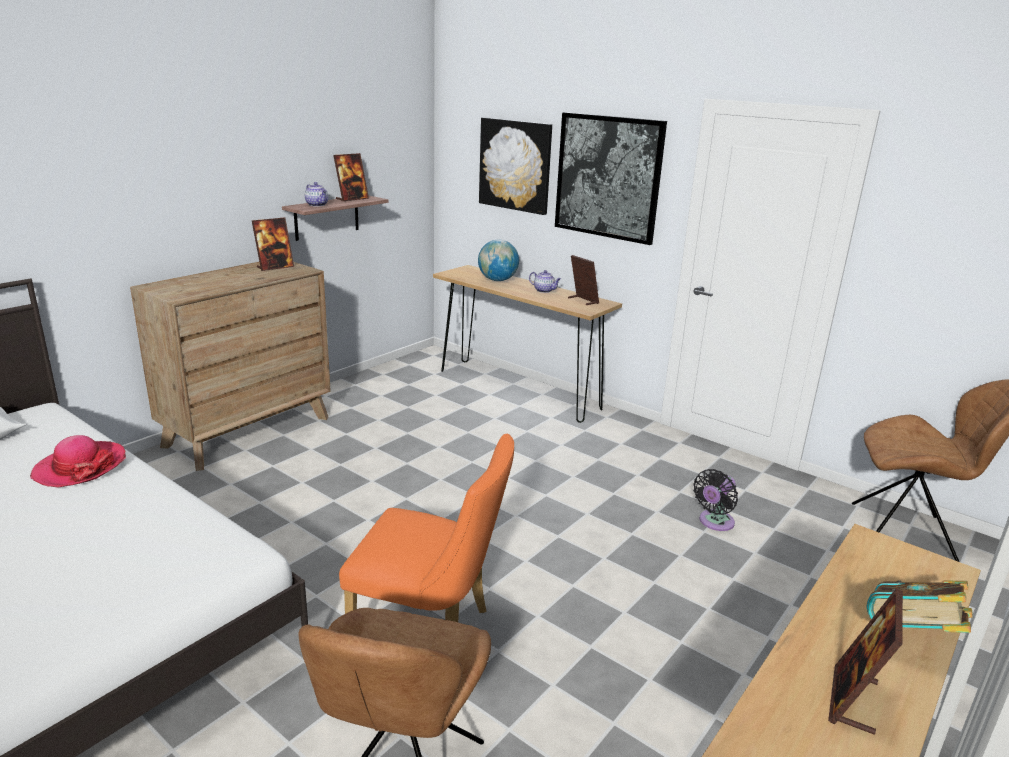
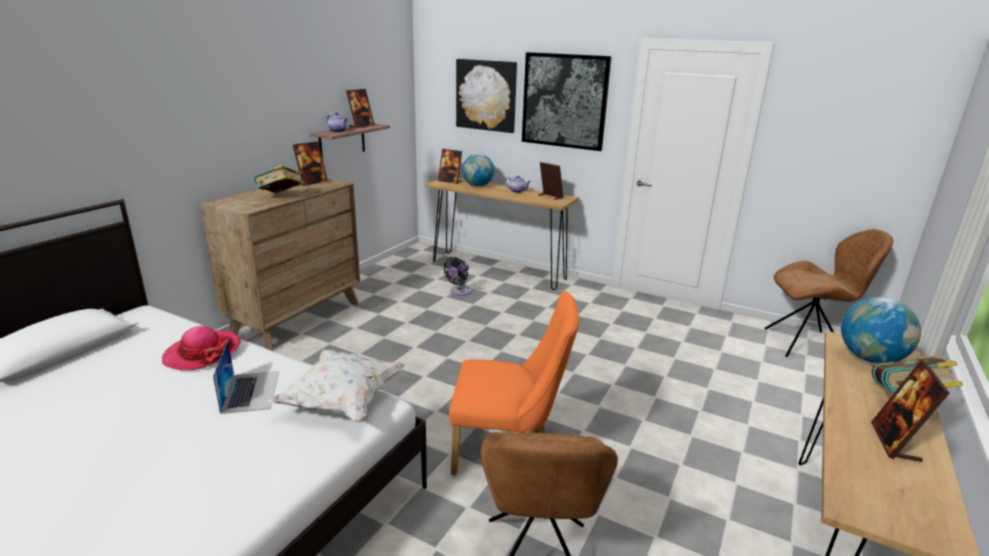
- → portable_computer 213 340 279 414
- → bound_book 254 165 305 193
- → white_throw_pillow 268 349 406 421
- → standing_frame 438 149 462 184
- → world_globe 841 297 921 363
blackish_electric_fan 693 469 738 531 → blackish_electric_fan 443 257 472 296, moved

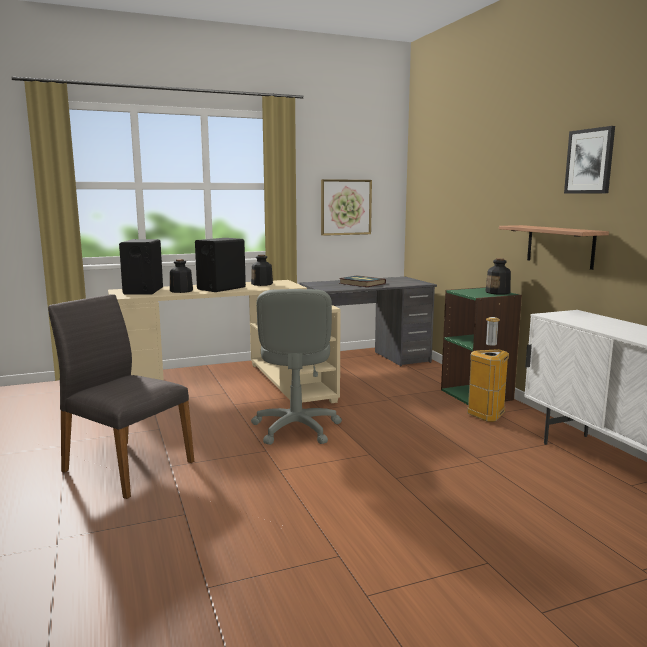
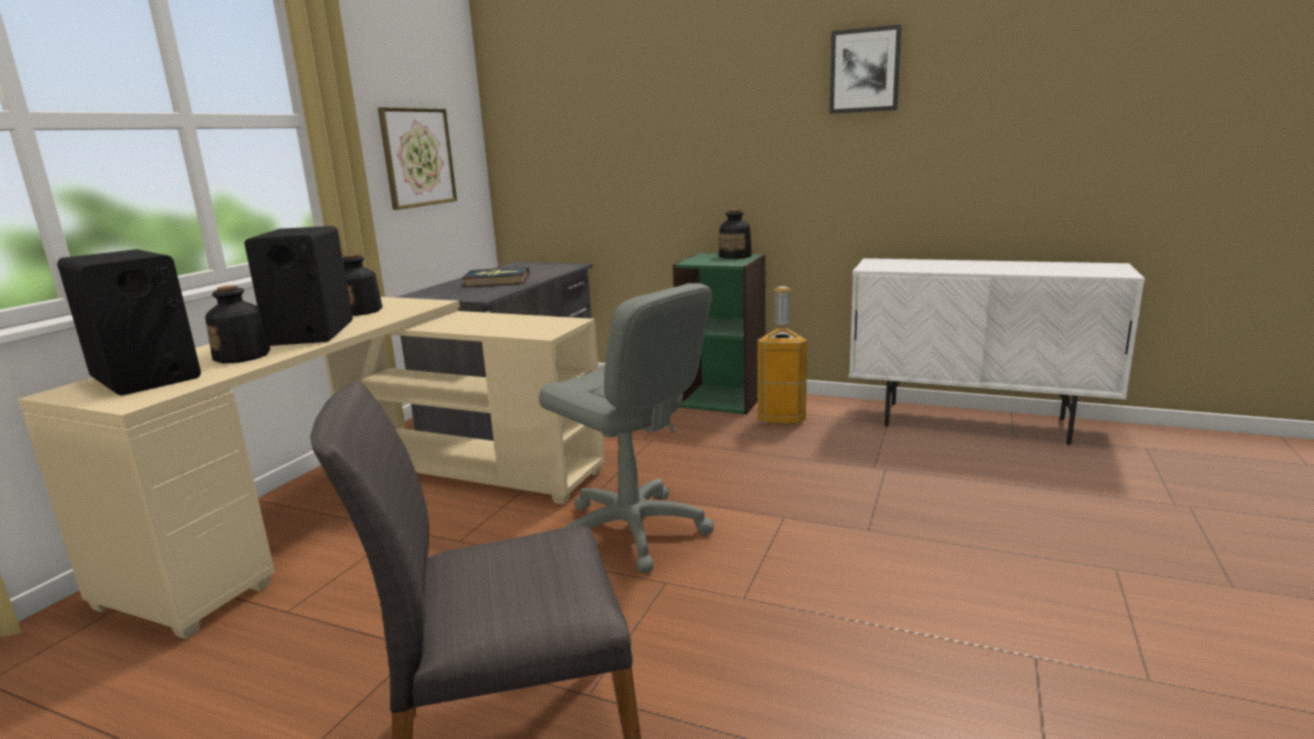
shelf 499 225 609 270 → -

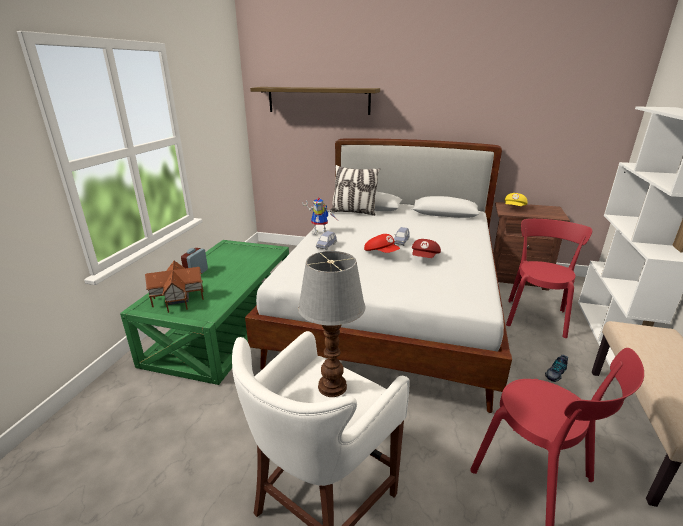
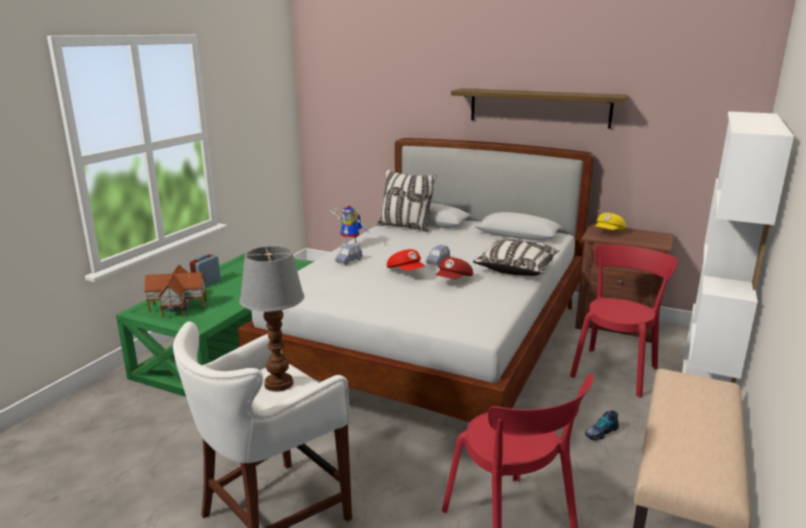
- → throw_pillow 473 239 560 276
shelf 250 87 380 115 → shelf 451 88 628 129, moved

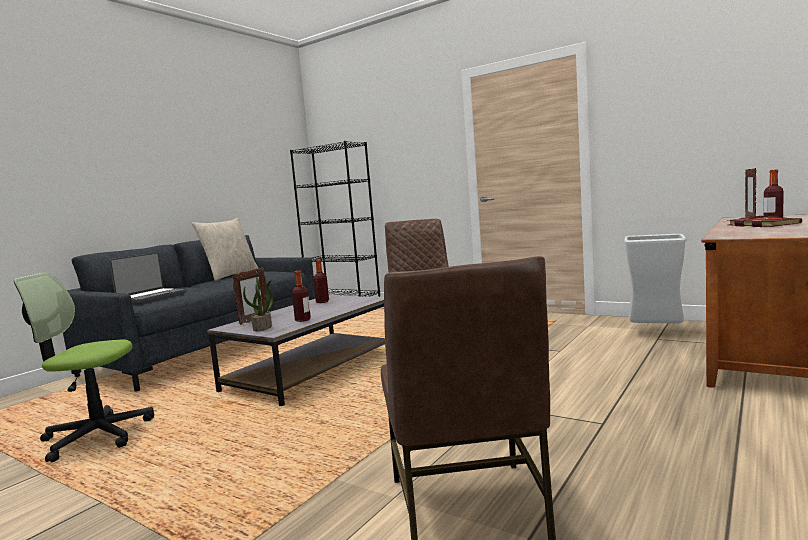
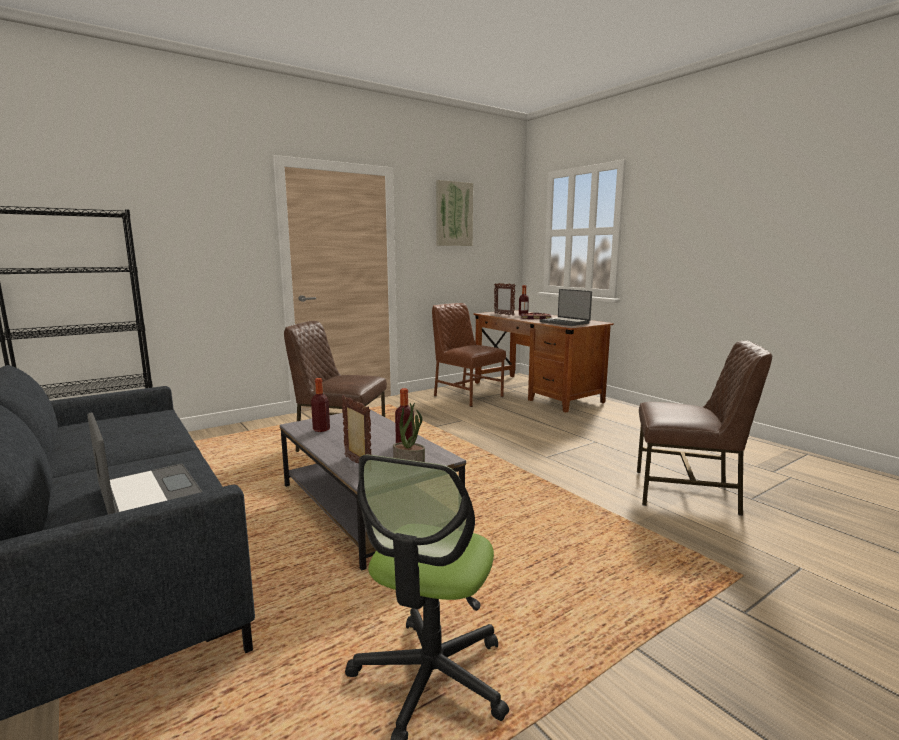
sand-coloured_throw_pillow 192 218 259 281 → -
- → wall_art 436 180 473 246
- → portable_computer 540 289 592 326
grey_trash_can 624 234 687 324 → brown_chair 432 303 506 407

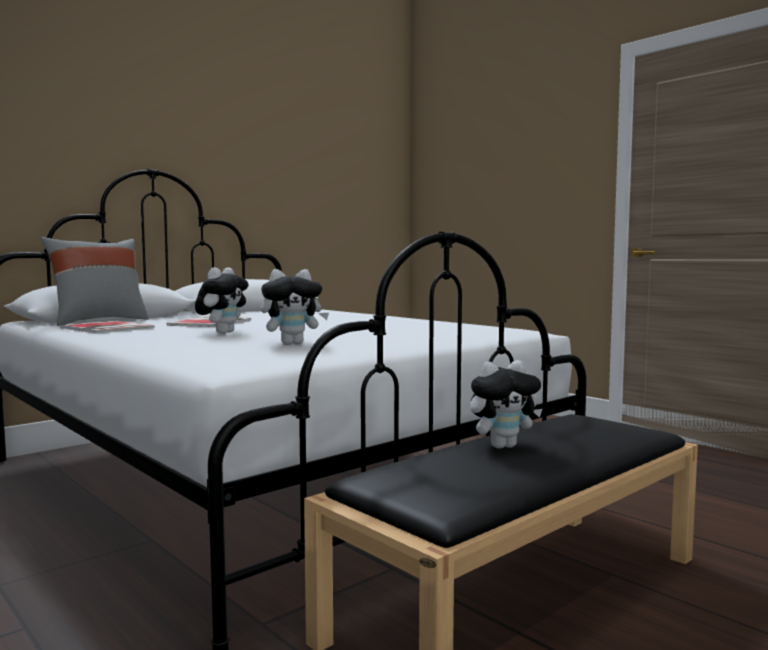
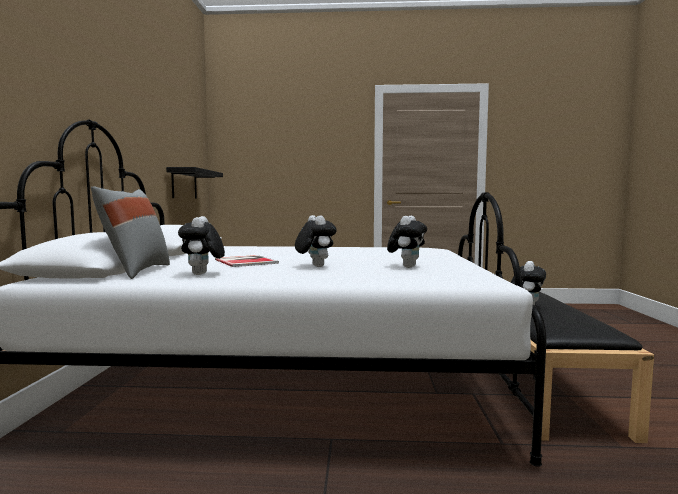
- → blackish_shelf 166 167 223 199
bound_book 60 321 155 333 → cuddly_toy 178 216 225 275

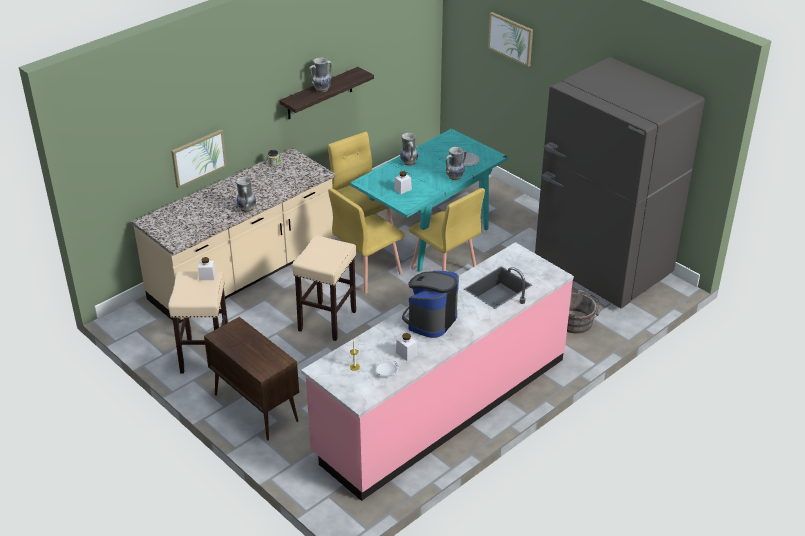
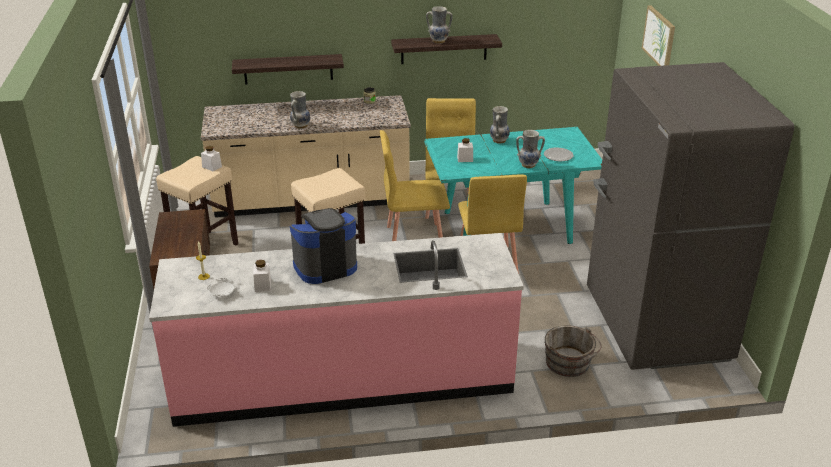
wall_art 171 130 227 188 → shelf 232 54 344 84

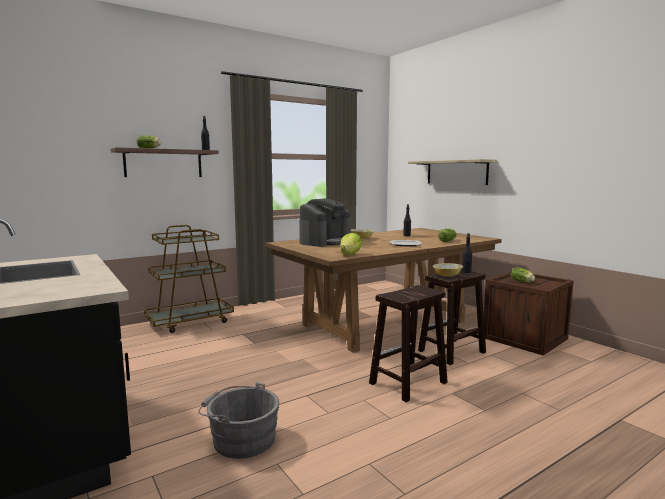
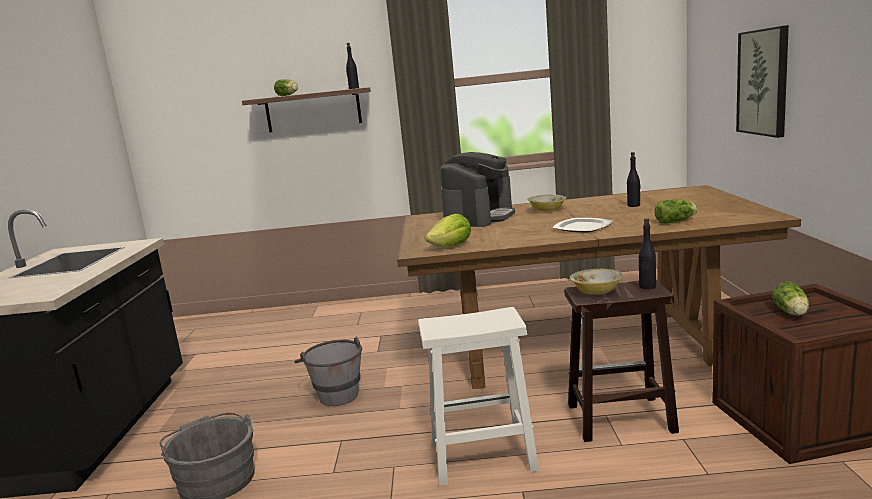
brown_wheeled_cart 144 225 234 333 → -
- → grey_pail 294 336 362 406
shelf 408 159 497 185 → wall_art 736 25 789 138
brown_sitting_stool 369 285 448 402 → white_sitting_stool 418 307 539 486
coffee_machine 299 198 351 247 → coffee_machine 440 152 515 227, 45 degrees counterclockwise

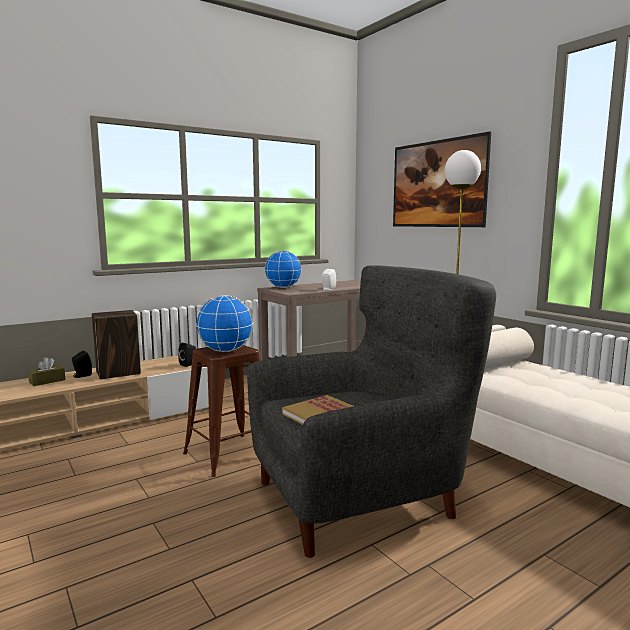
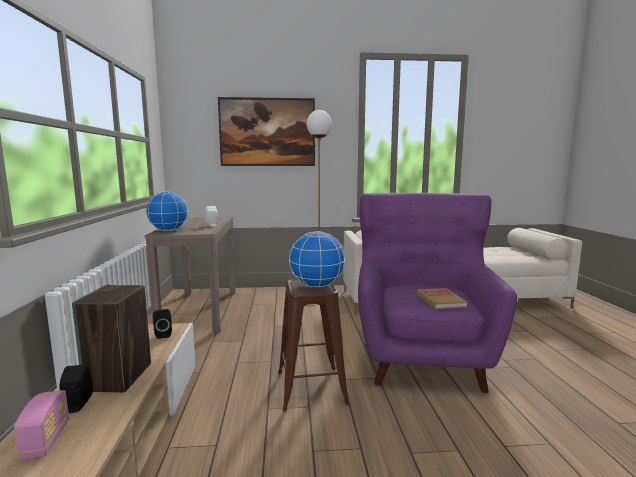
brown_tissue_box 28 357 65 386 → radio_receiver 14 390 69 460
grey_easy_chair 247 265 496 558 → purple-coloured_easy_chair 358 193 517 393

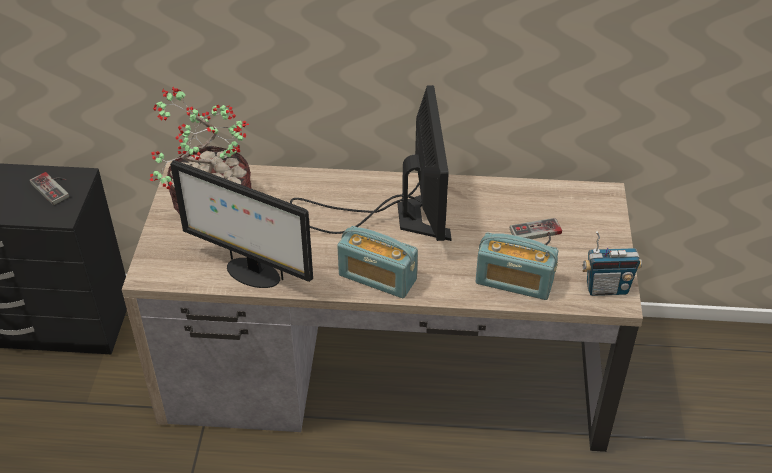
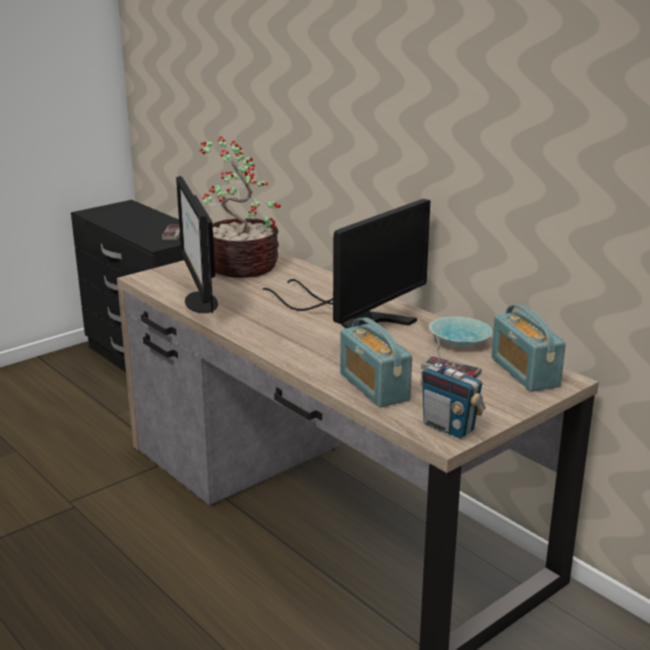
- → turquoise_deep_dish 429 317 492 347
radio_receiver 337 226 418 298 → radio_receiver 491 305 566 392, moved

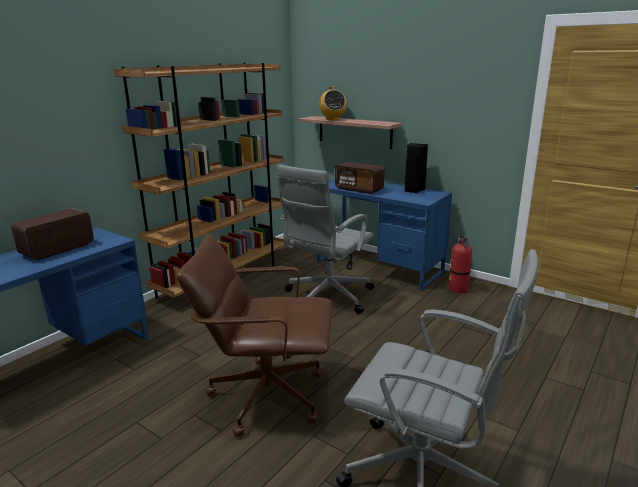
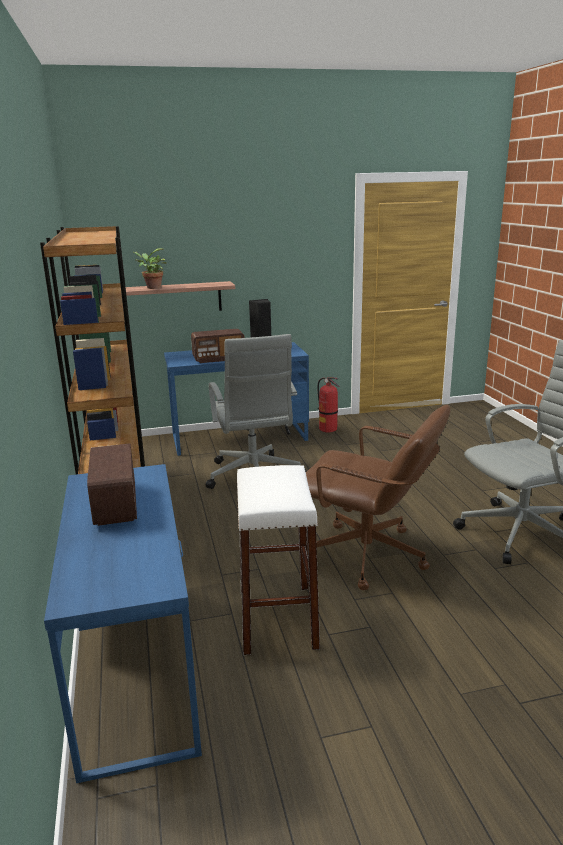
- → white_sitting_stool 236 465 320 655
radio_receiver 319 86 347 120 → plant_in_a_pot 133 248 167 289
brown_desk_chair 177 235 332 437 → brown_desk_chair 306 405 450 590, 105 degrees counterclockwise

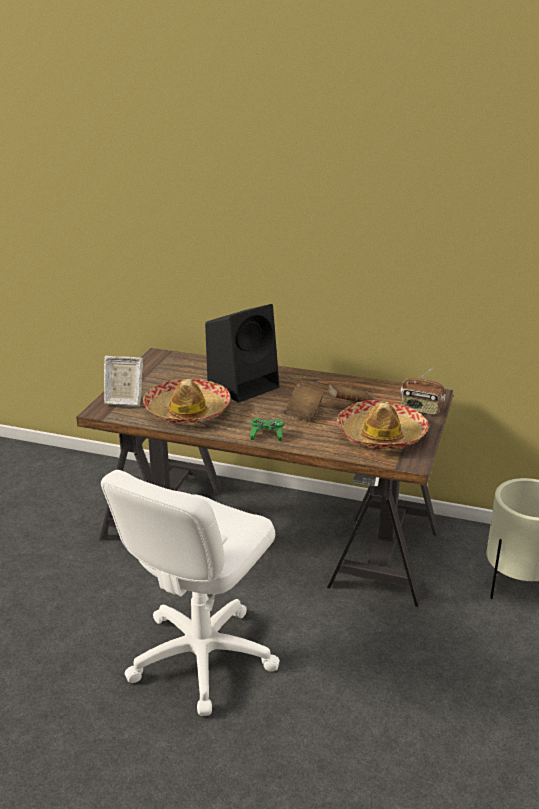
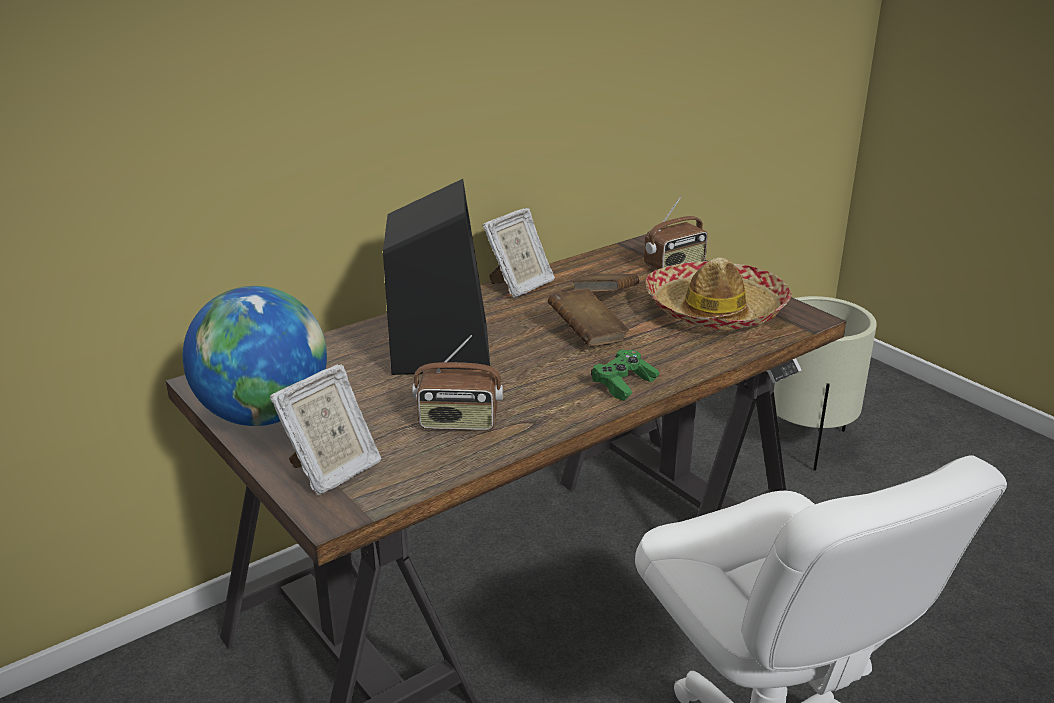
- → world_globe 183 286 327 426
- → standing_frame 482 208 555 298
wearable_hat 143 379 231 424 → radio_receiver 412 335 503 431

